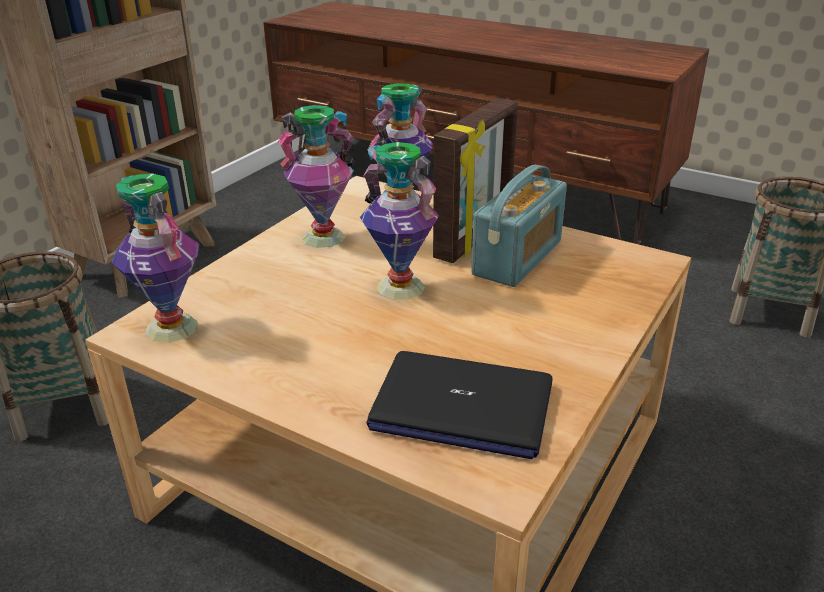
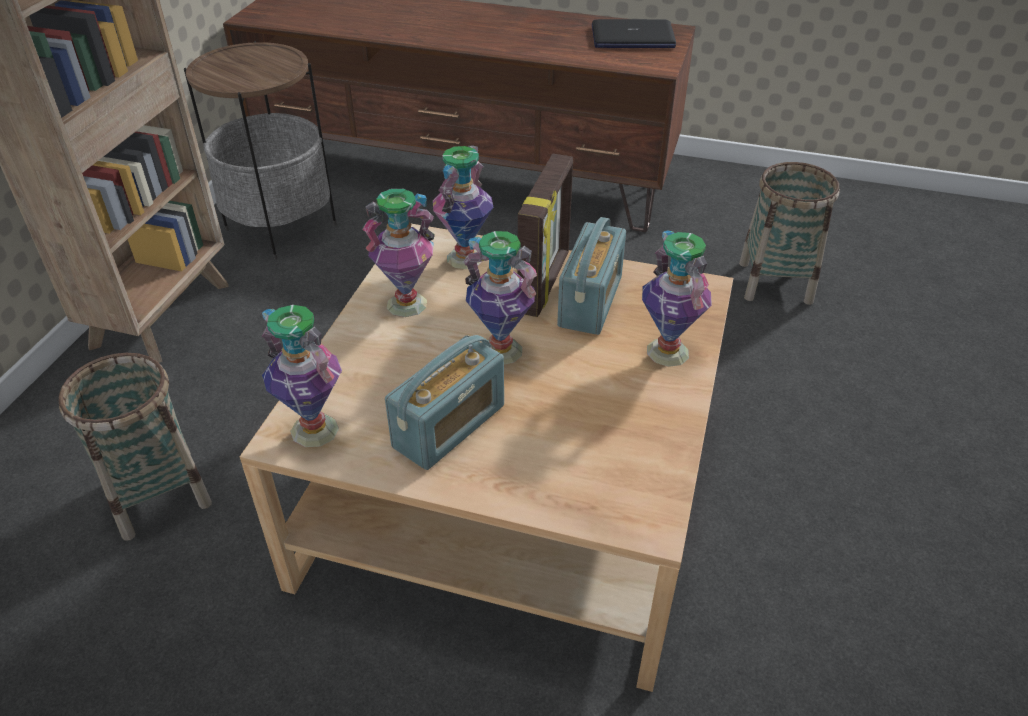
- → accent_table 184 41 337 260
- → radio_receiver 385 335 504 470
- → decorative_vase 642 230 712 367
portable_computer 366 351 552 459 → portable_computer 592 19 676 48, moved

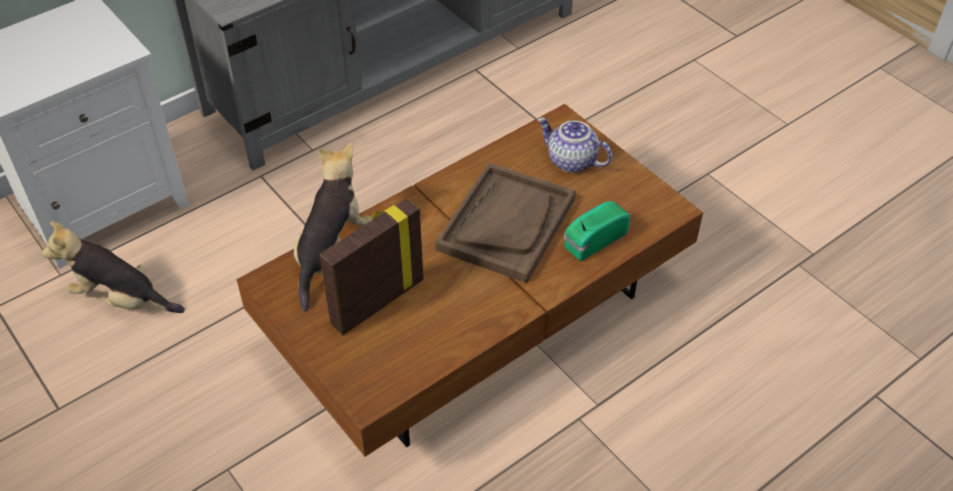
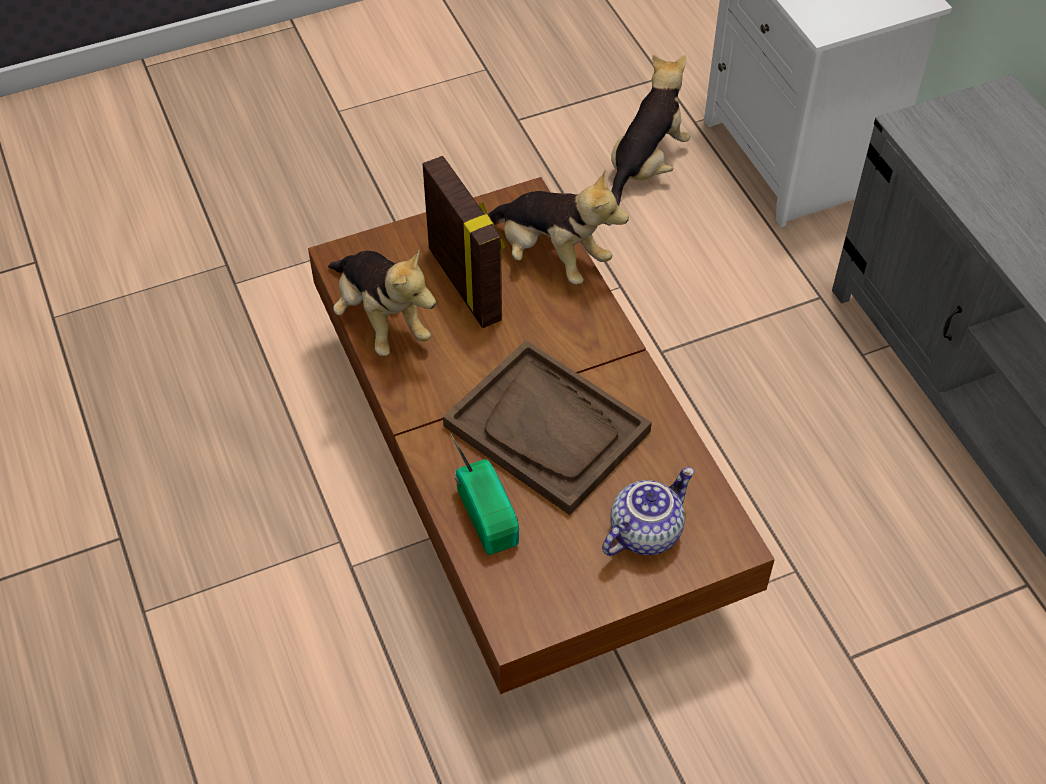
- → cuddly_toy 328 250 436 356

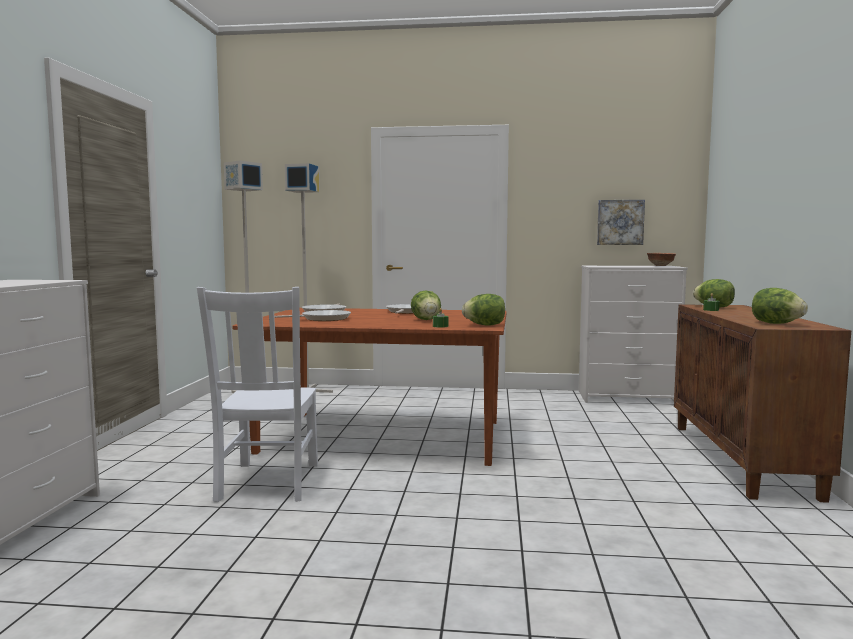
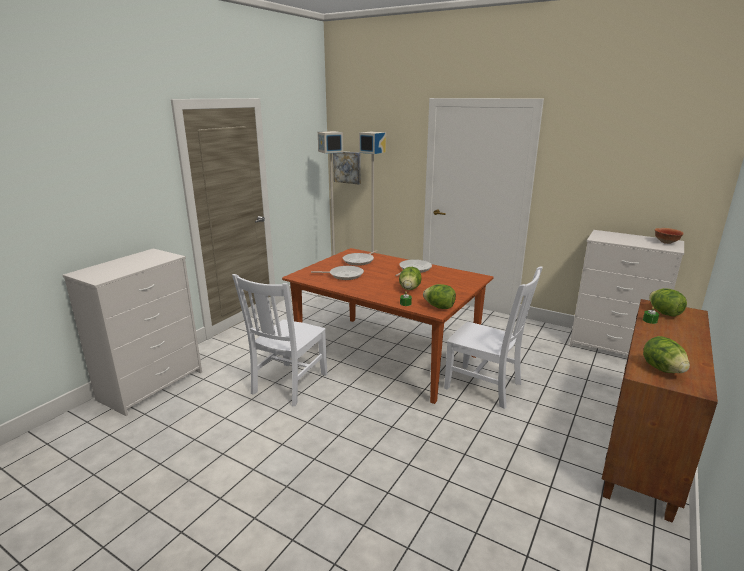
- → white_chair 444 266 543 409
wall_art 597 200 645 245 → wall_art 333 151 361 184, moved

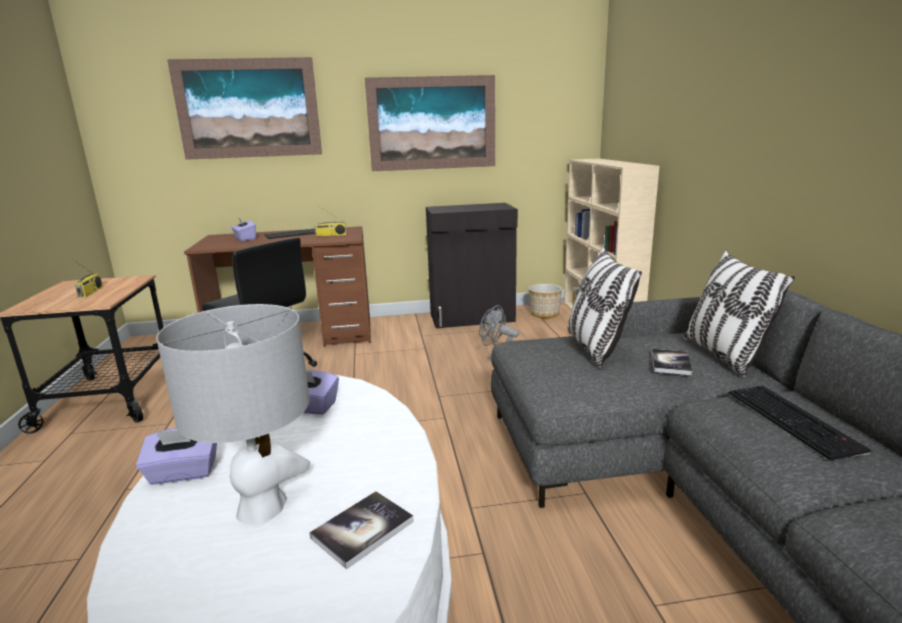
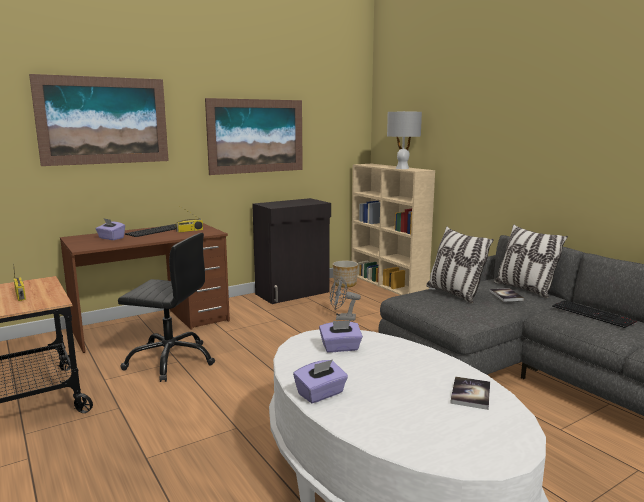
grey_tabletop_lamp 156 304 310 525 → grey_tabletop_lamp 387 111 422 169, moved

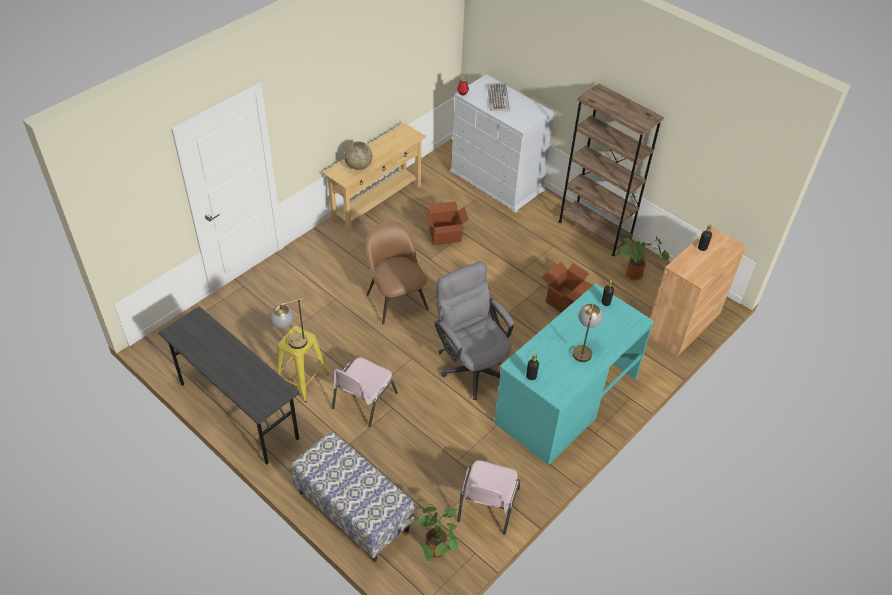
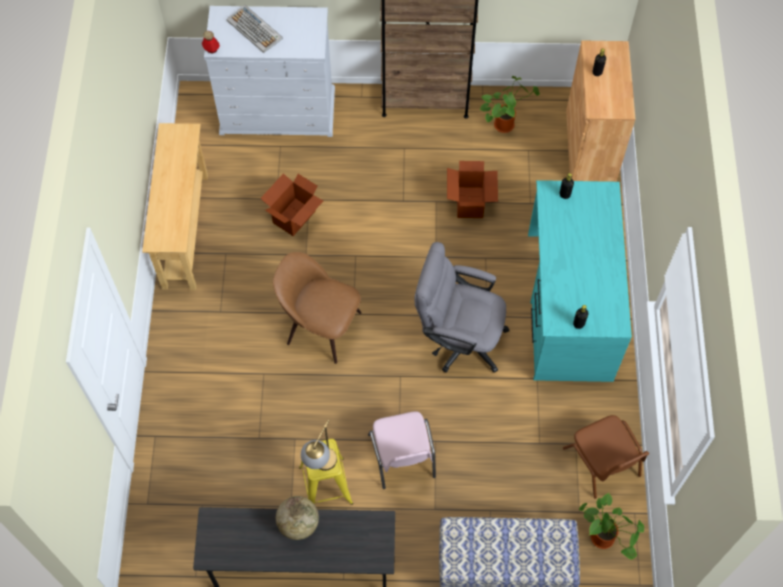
tabletop_lamp 572 304 603 362 → -
world_globe 344 141 372 170 → world_globe 276 496 319 540, moved
pinkish_chair 457 460 520 535 → brown_chair 563 415 649 499

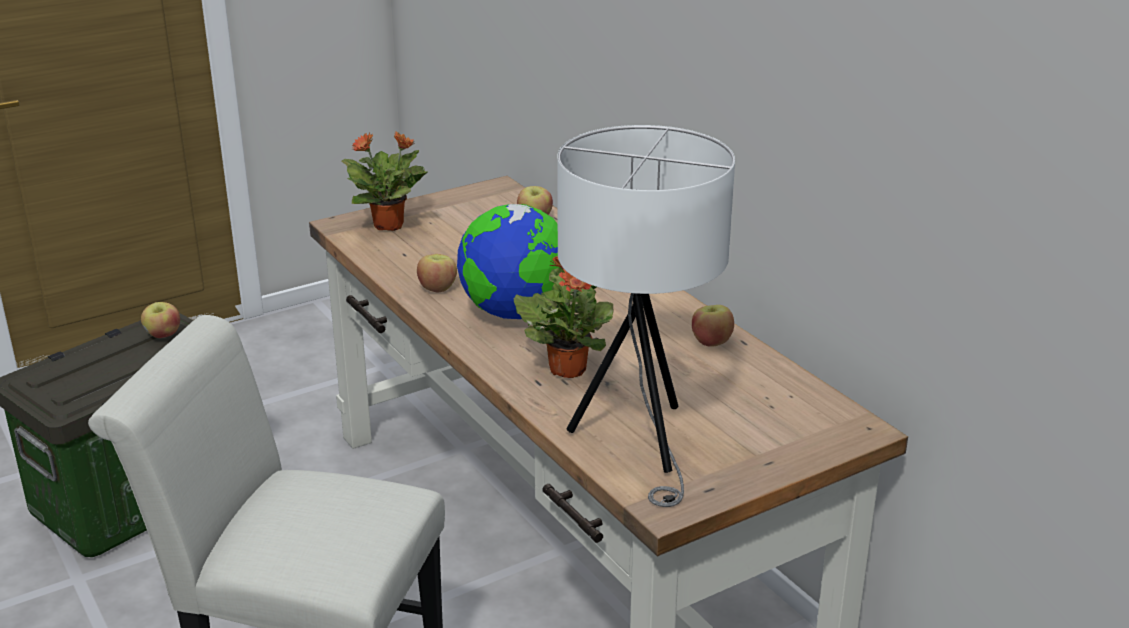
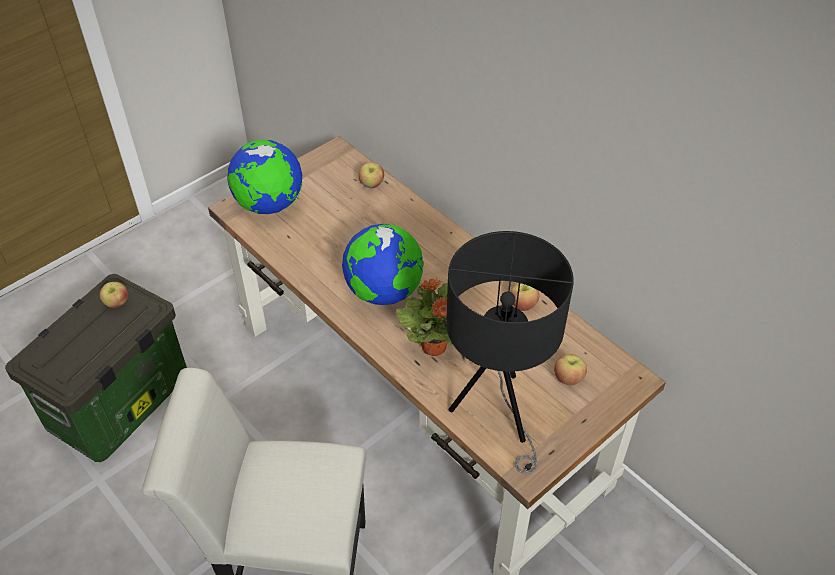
apple 417 254 457 292 → apple 554 354 587 385, moved
plant_in_a_pot 342 131 428 231 → world_globe 227 139 302 214
white_tabletop_lamp 557 125 735 507 → blackish_tabletop_lamp 446 231 574 474

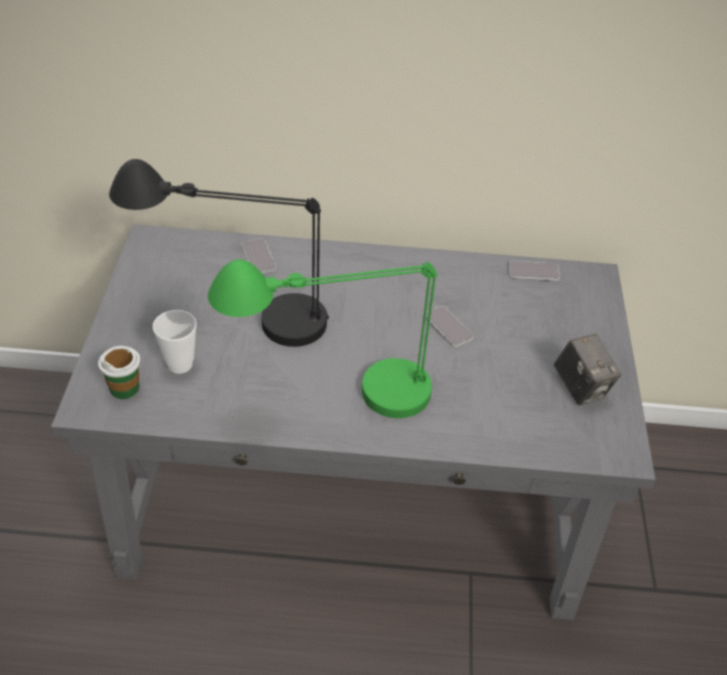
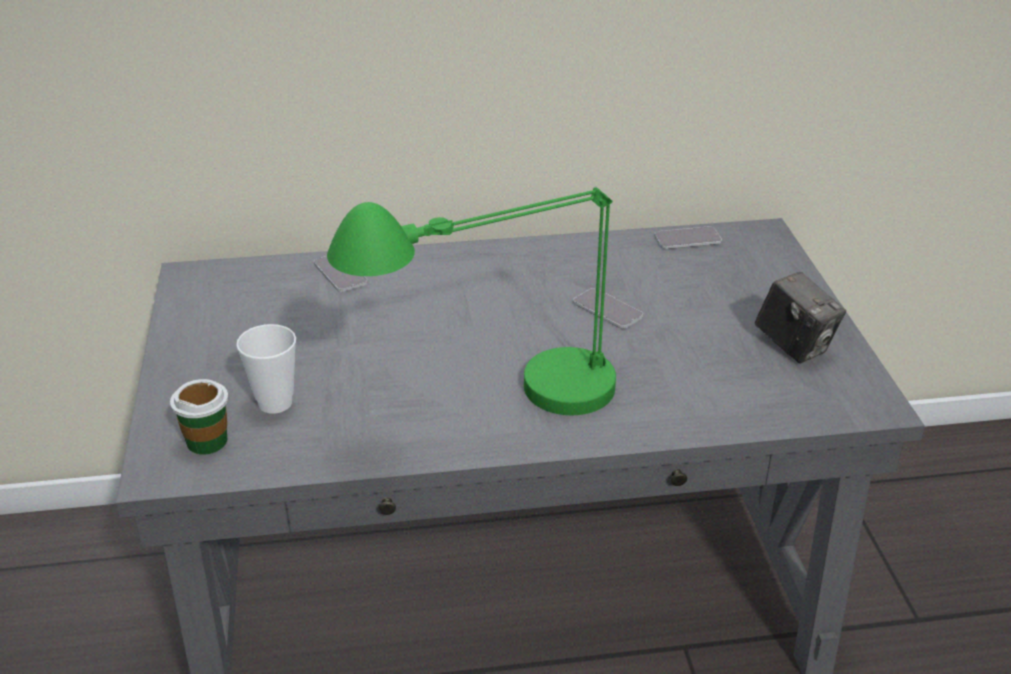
blackish_tabletop_lamp 109 159 329 347 → -

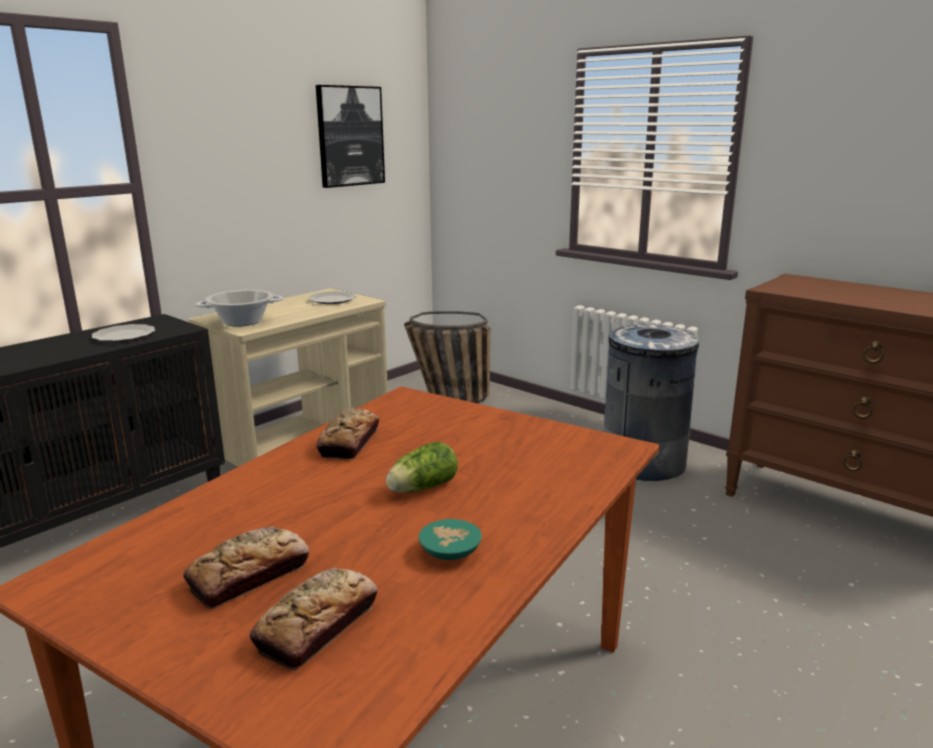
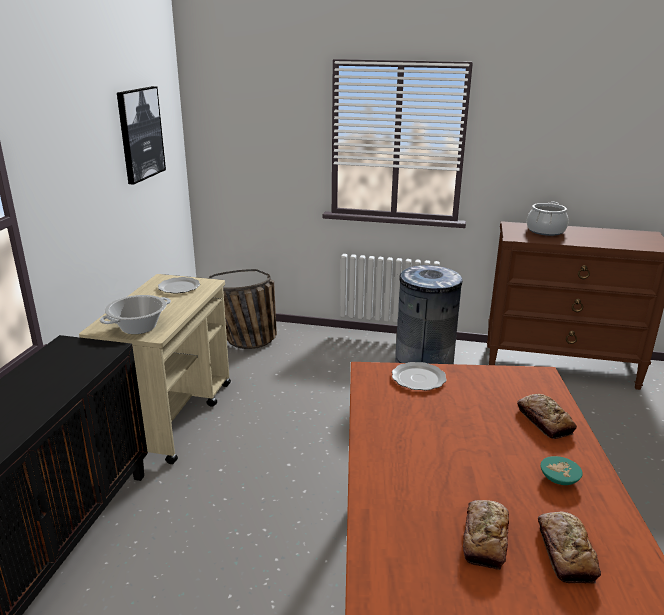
lettuce 386 442 458 493 → -
- → cooking_pot 527 201 568 236
flat_dish 92 324 155 342 → flat_dish 392 362 447 391, moved
baked_bread 316 407 379 459 → baked_bread 517 394 577 439, moved

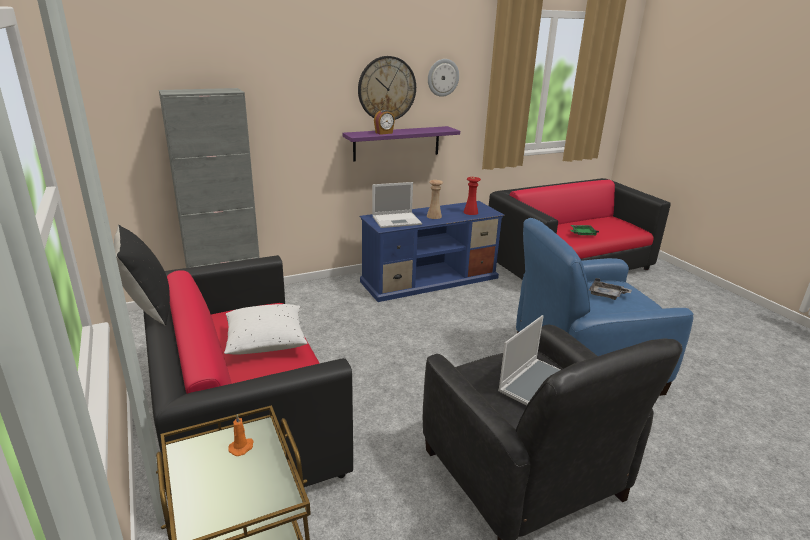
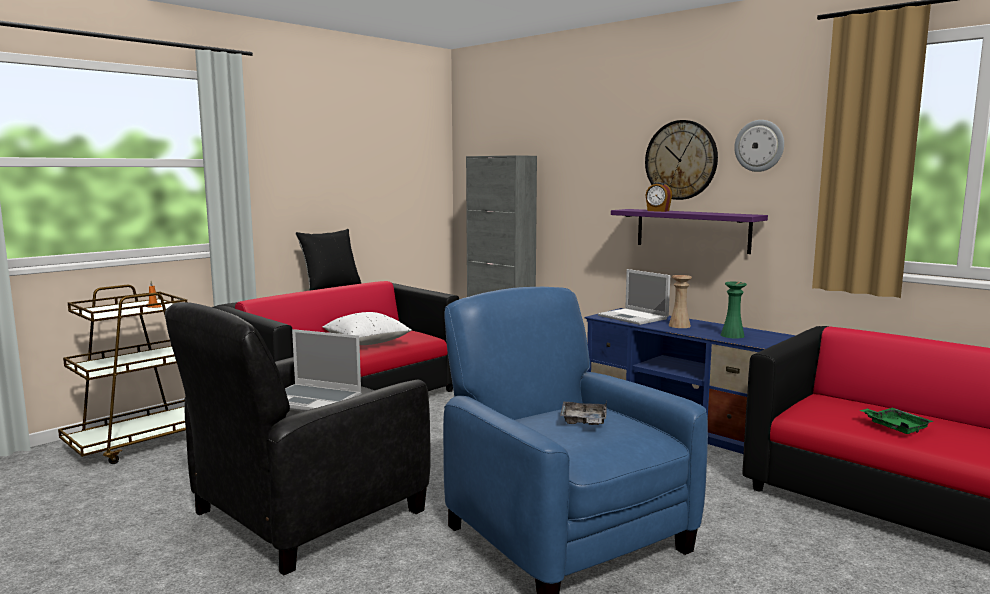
reddish_decorative_vase 463 177 481 215 → green_decorative_vase 721 282 747 338

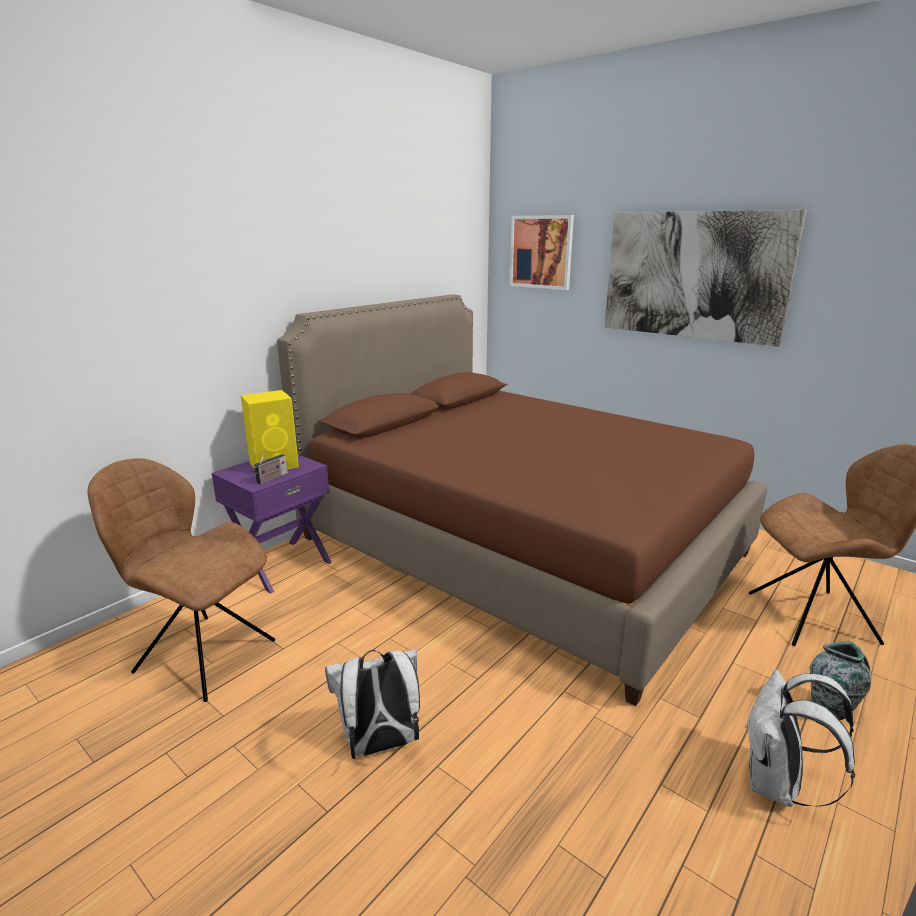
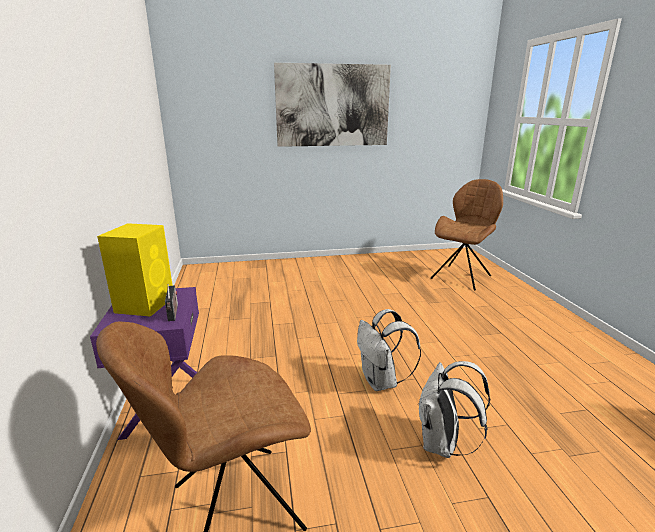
brown_sleeping_bed 277 294 767 706 → -
wall_art 510 215 574 290 → -
decorative_vase 810 641 871 720 → -
white_rucksack 745 670 855 807 → white_rucksack 357 309 421 391, moved

